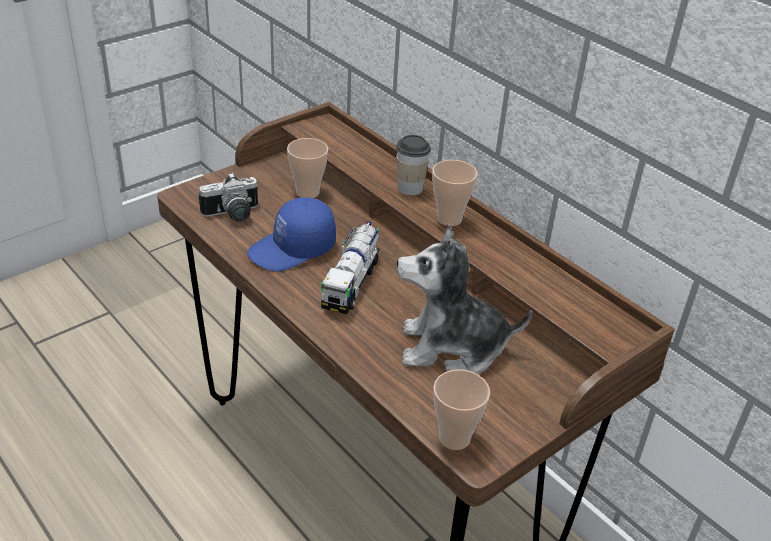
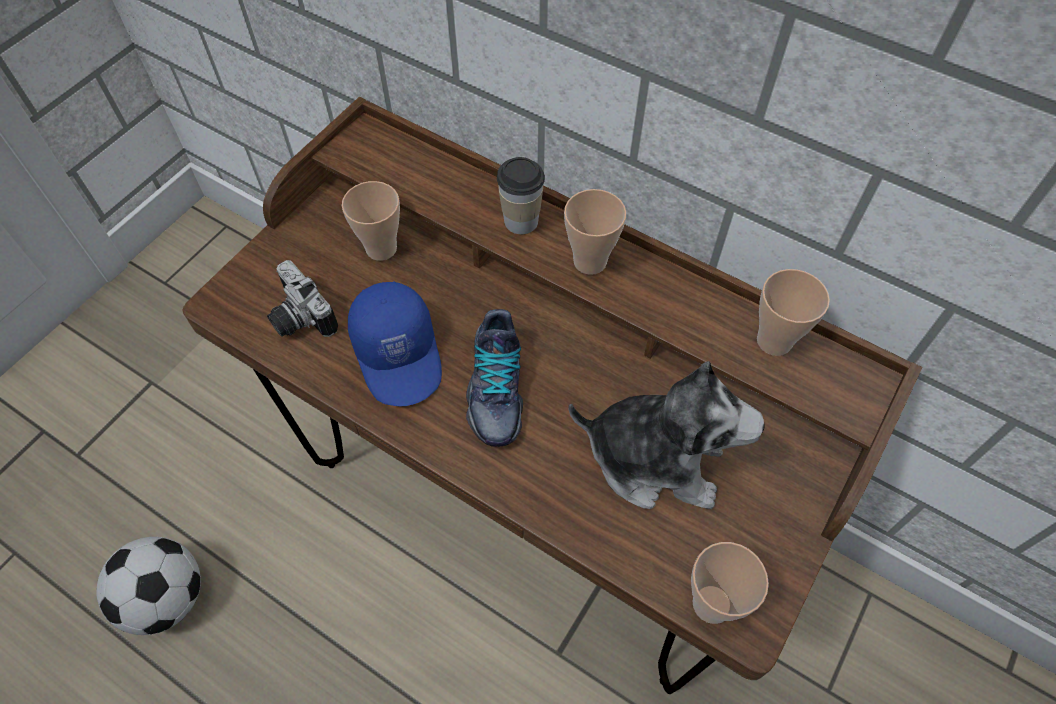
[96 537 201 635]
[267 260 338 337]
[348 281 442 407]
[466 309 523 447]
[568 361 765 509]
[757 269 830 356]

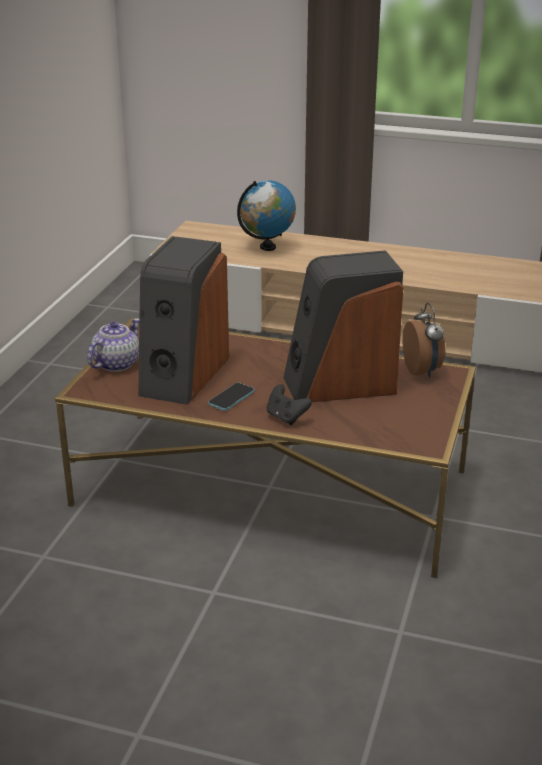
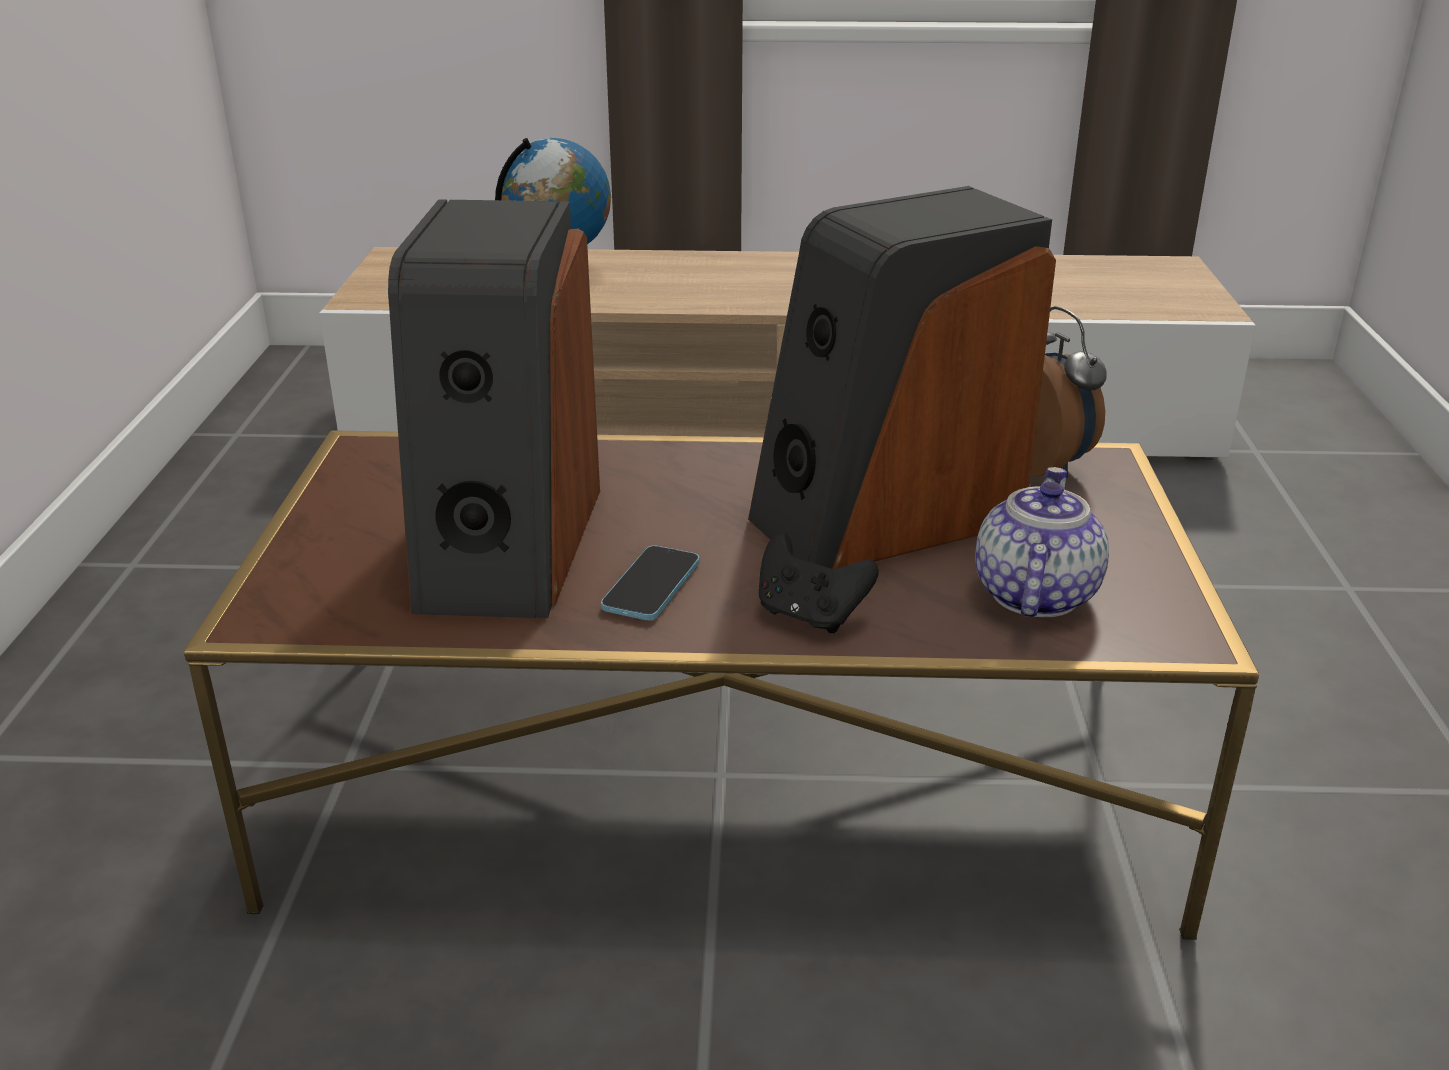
[975 467 1109 617]

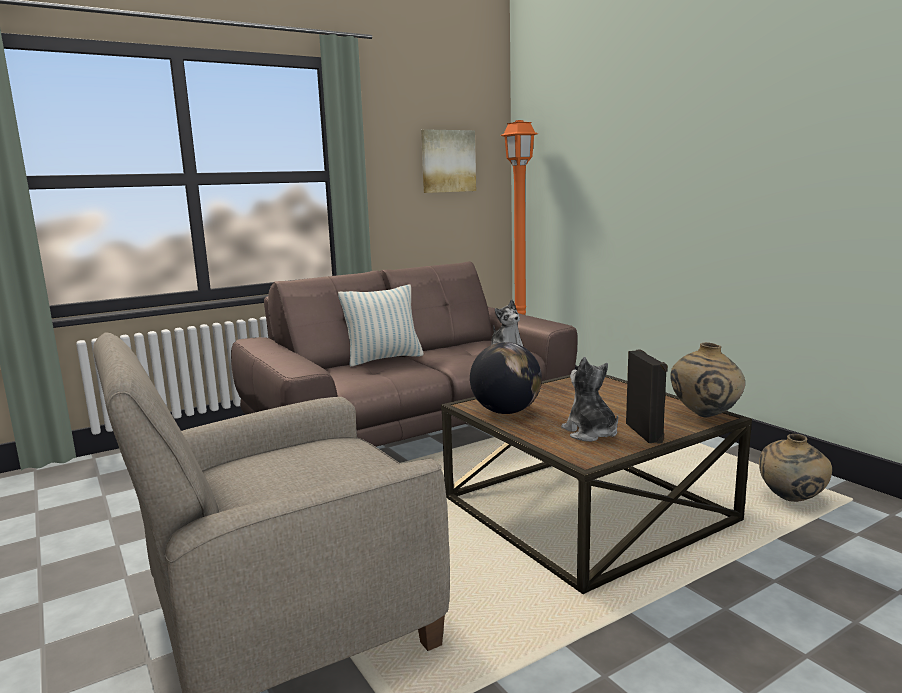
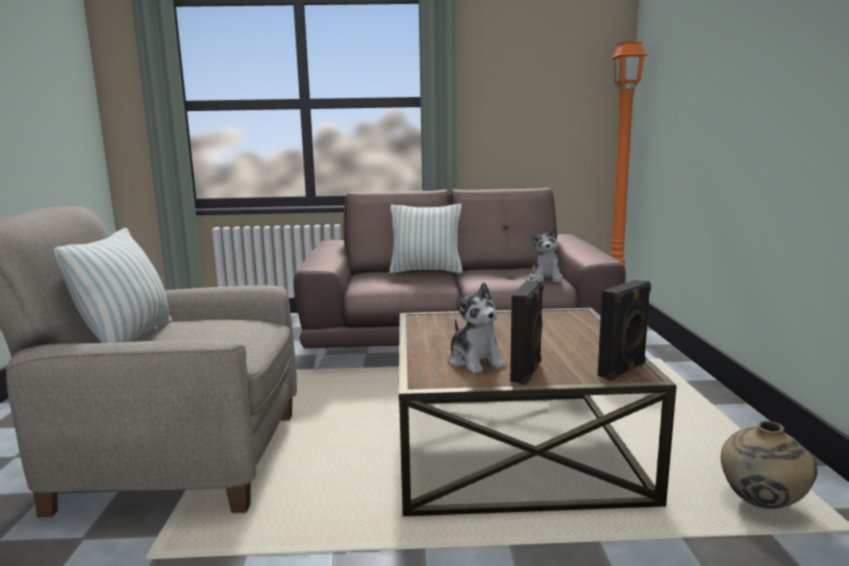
[54 228 172 343]
[449 282 506 374]
[598 280 651 381]
[421 129 476 193] (first image)
[470 342 542 414] (first image)

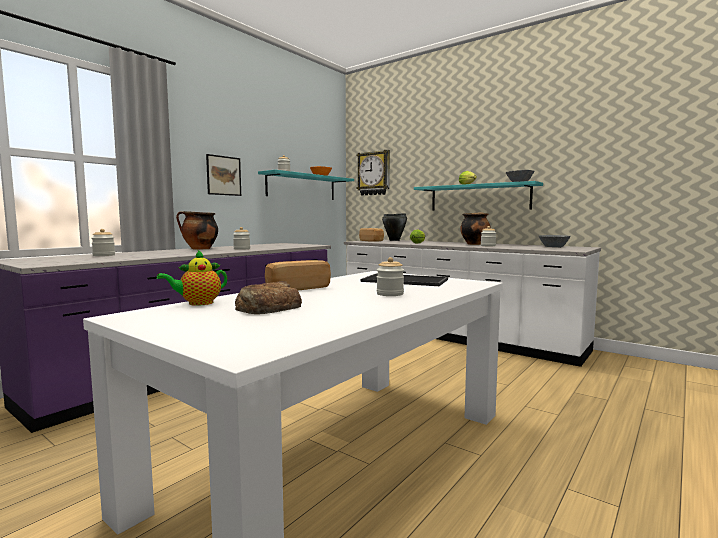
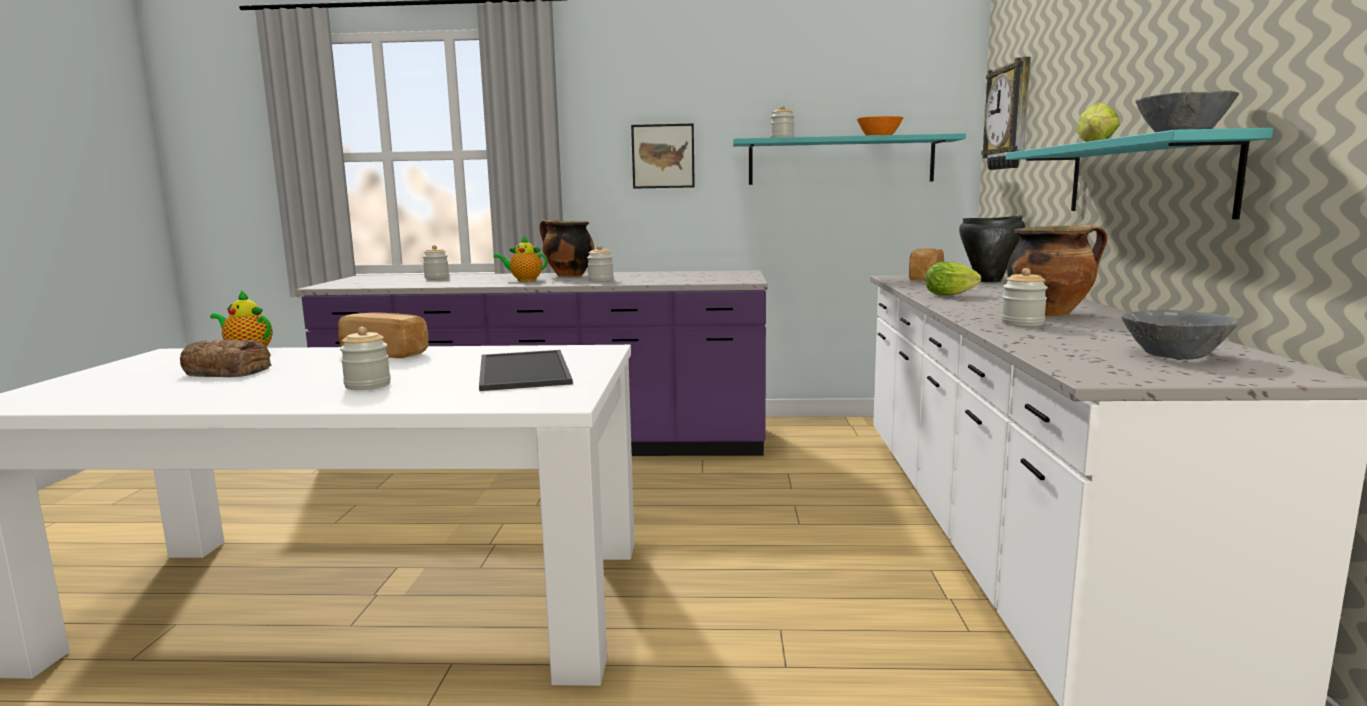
[493 236 548 281]

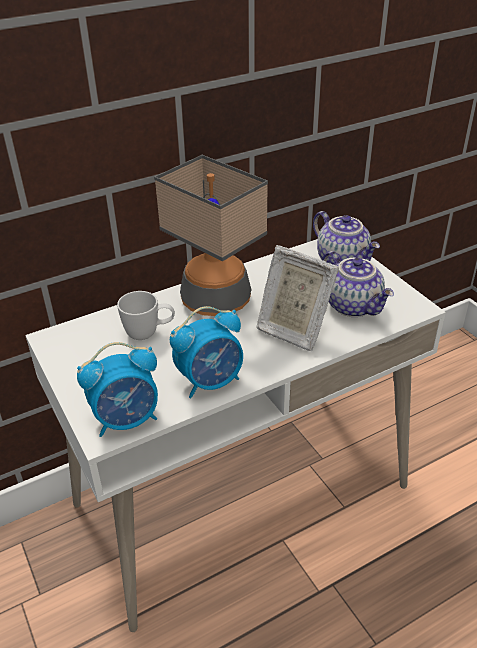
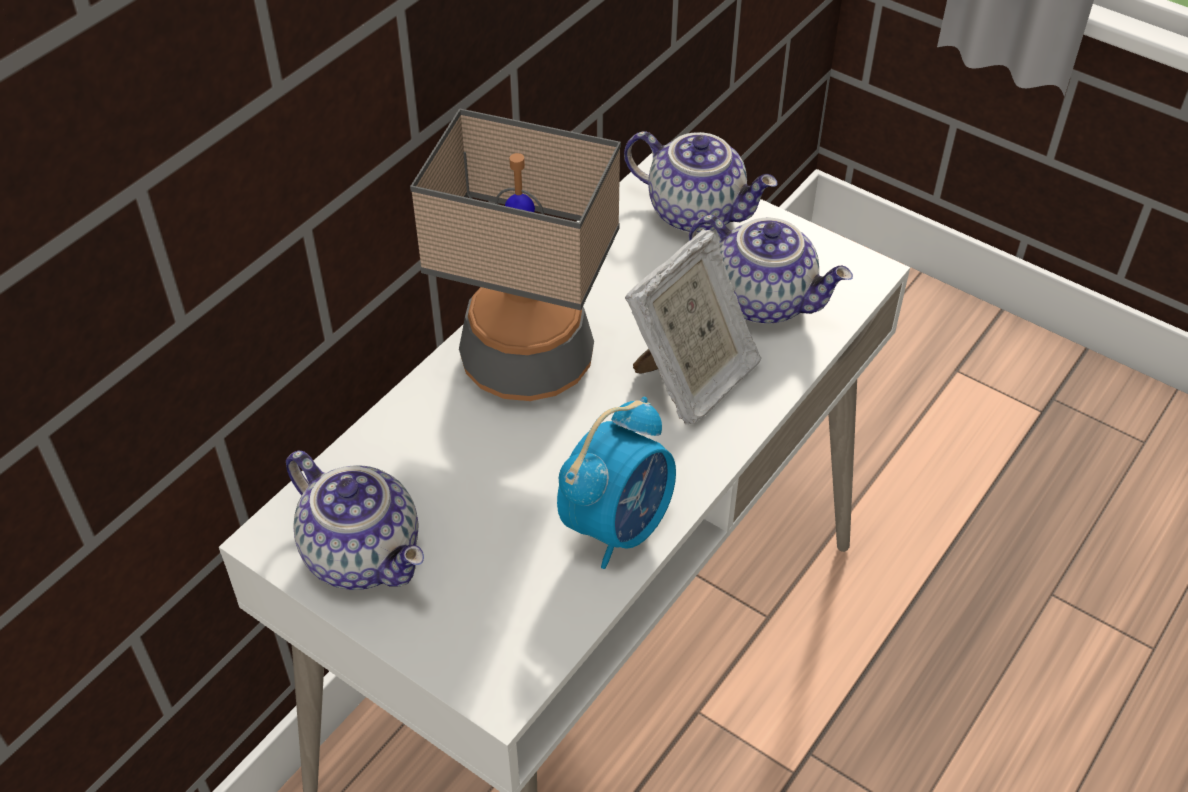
[286 451 424 590]
[625 229 762 424]
[77 342 158 437] (first image)
[117 291 175 340] (first image)

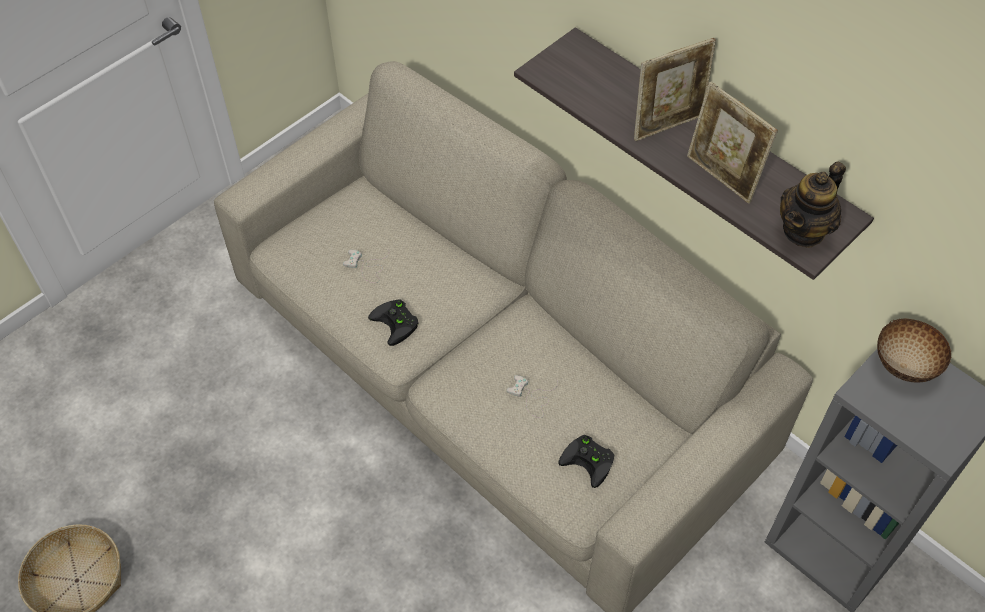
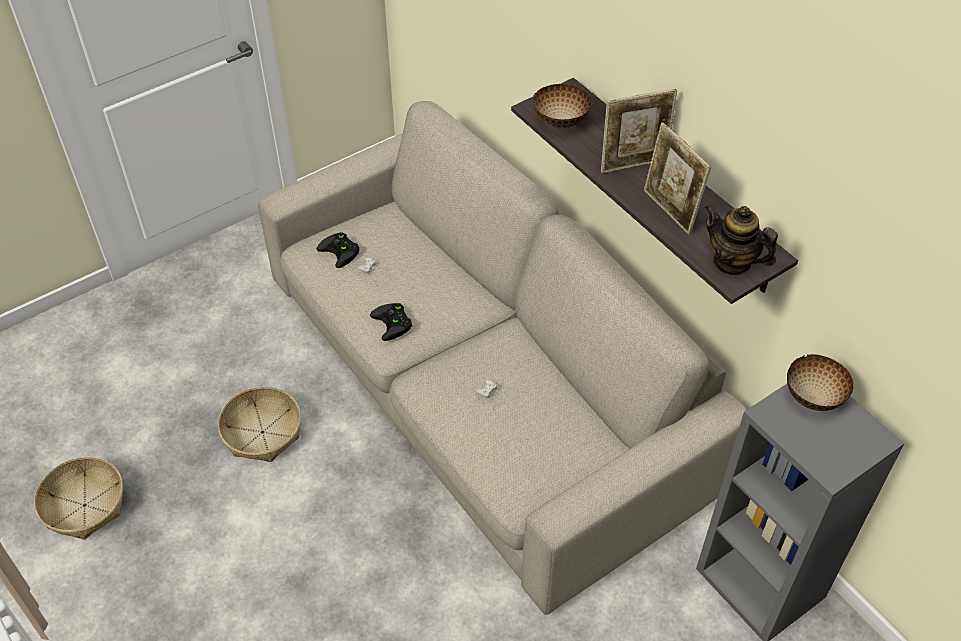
[218 386 301 462]
[317 232 360 268]
[533 84 592 129]
[705 204 778 276]

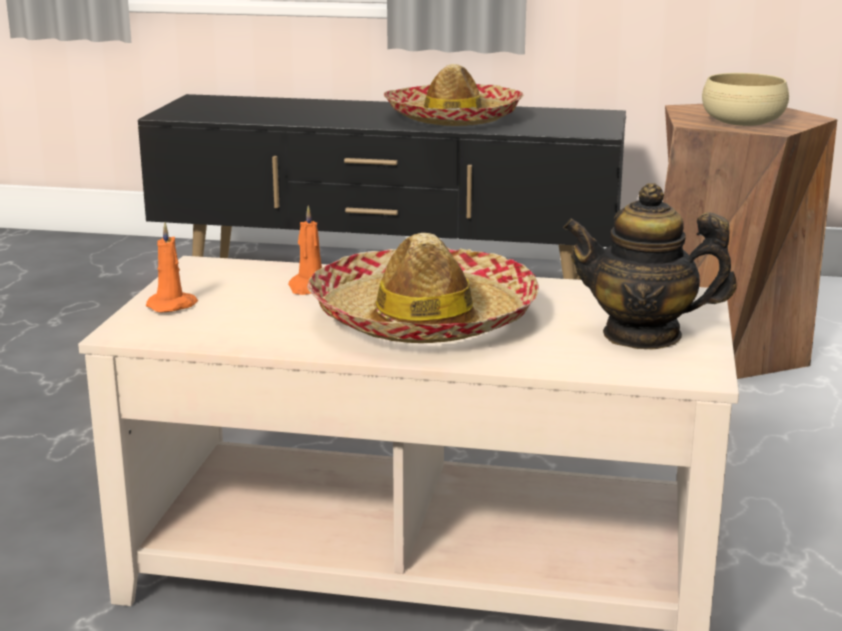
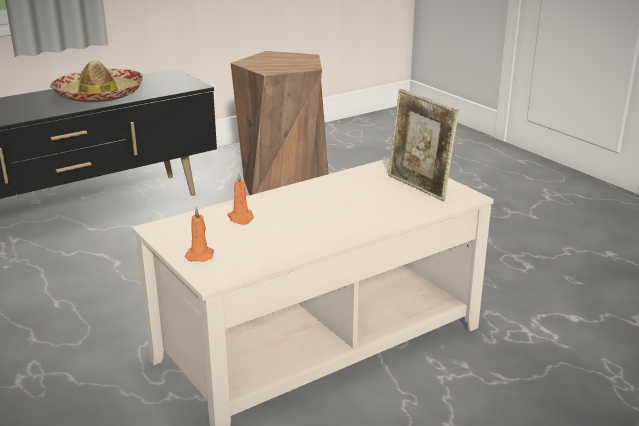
[388 89 459 201]
[307 233 539 343] (first image)
[702 73 789 126] (first image)

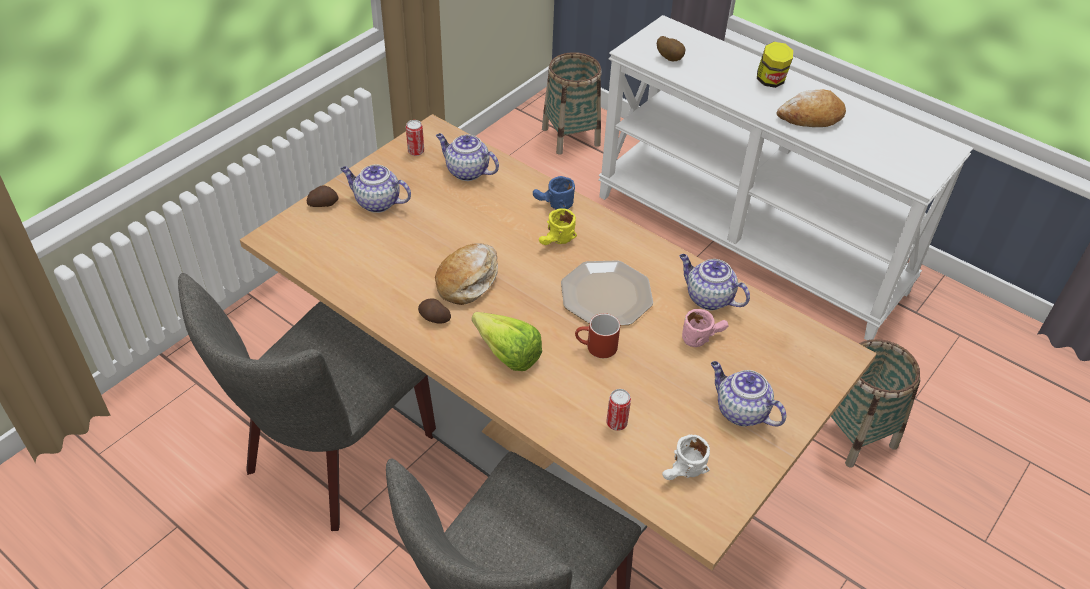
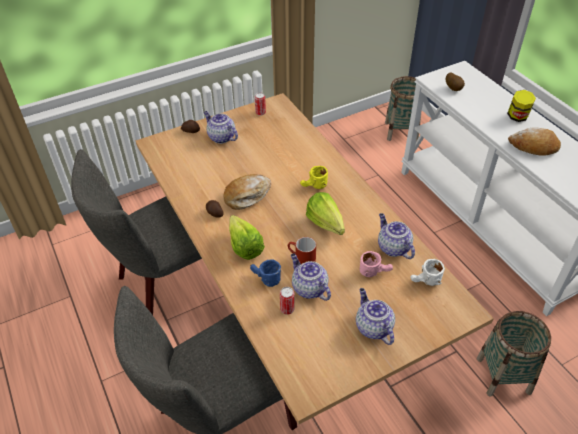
[250 259 281 287]
[291 254 331 301]
[306 192 345 235]
[410 259 445 286]

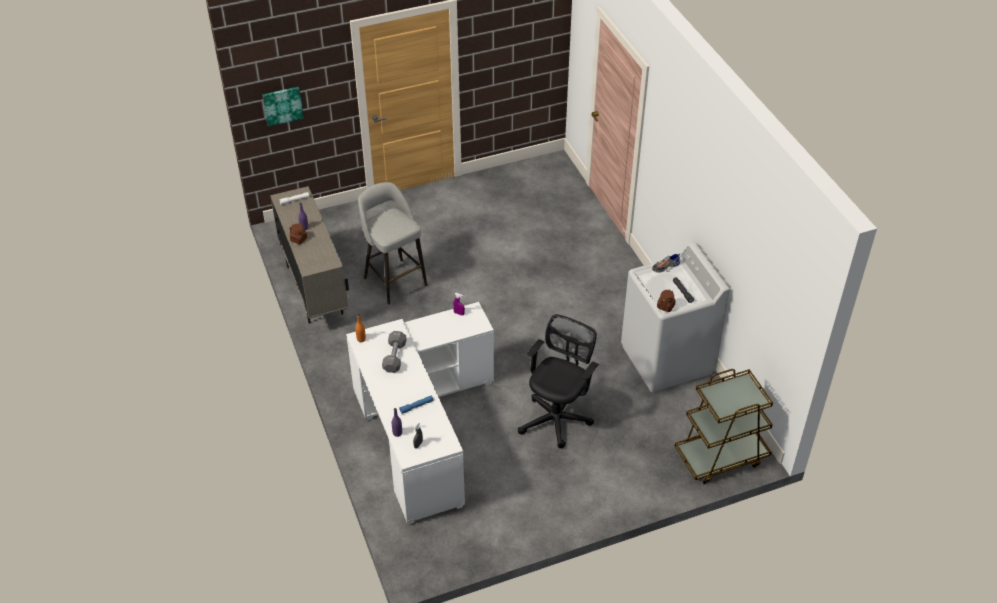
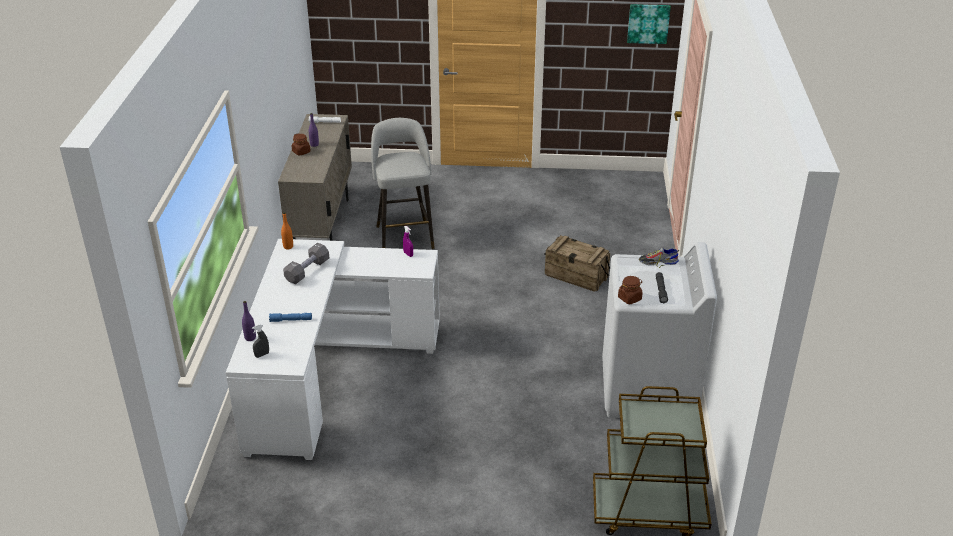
[544 235 610 292]
[627 4 671 44]
[518 314 599 448] (first image)

